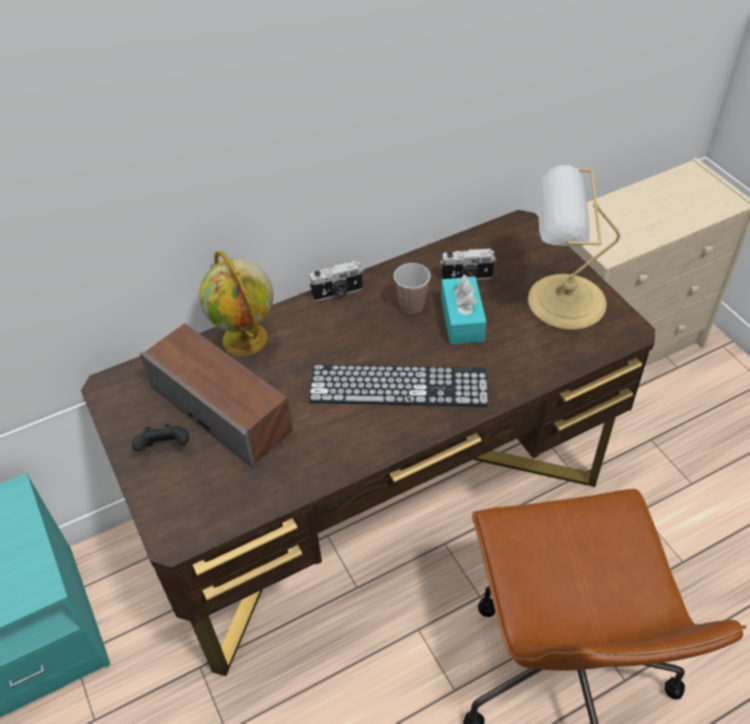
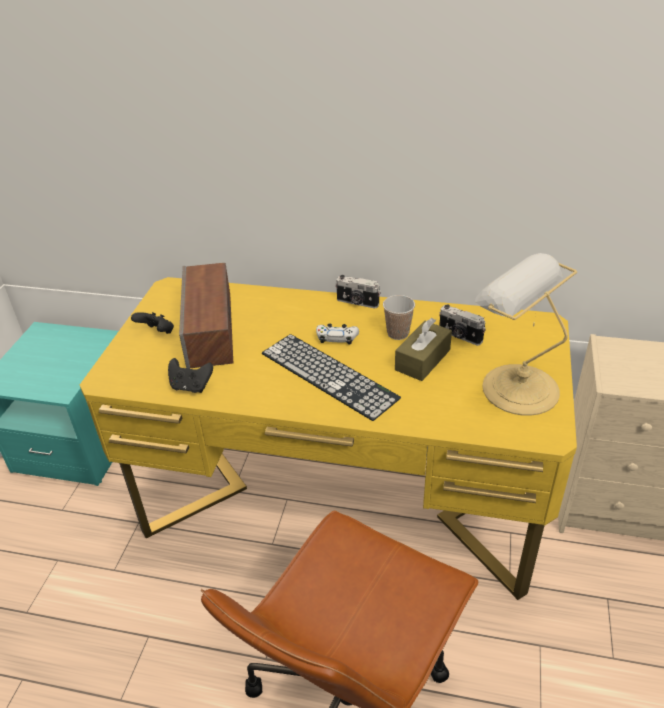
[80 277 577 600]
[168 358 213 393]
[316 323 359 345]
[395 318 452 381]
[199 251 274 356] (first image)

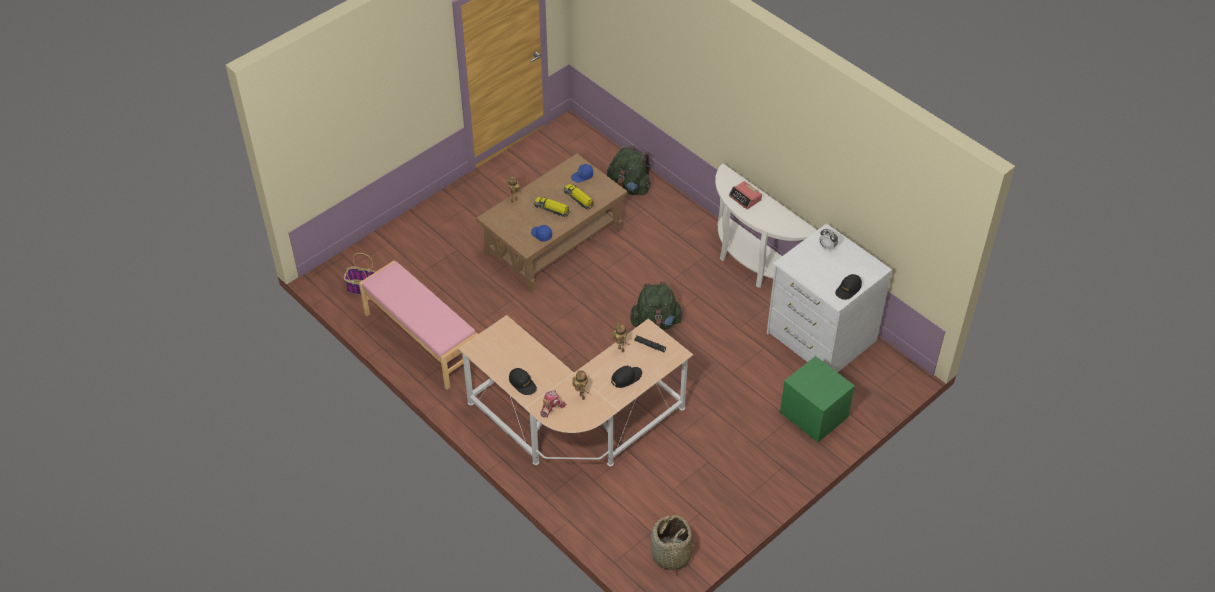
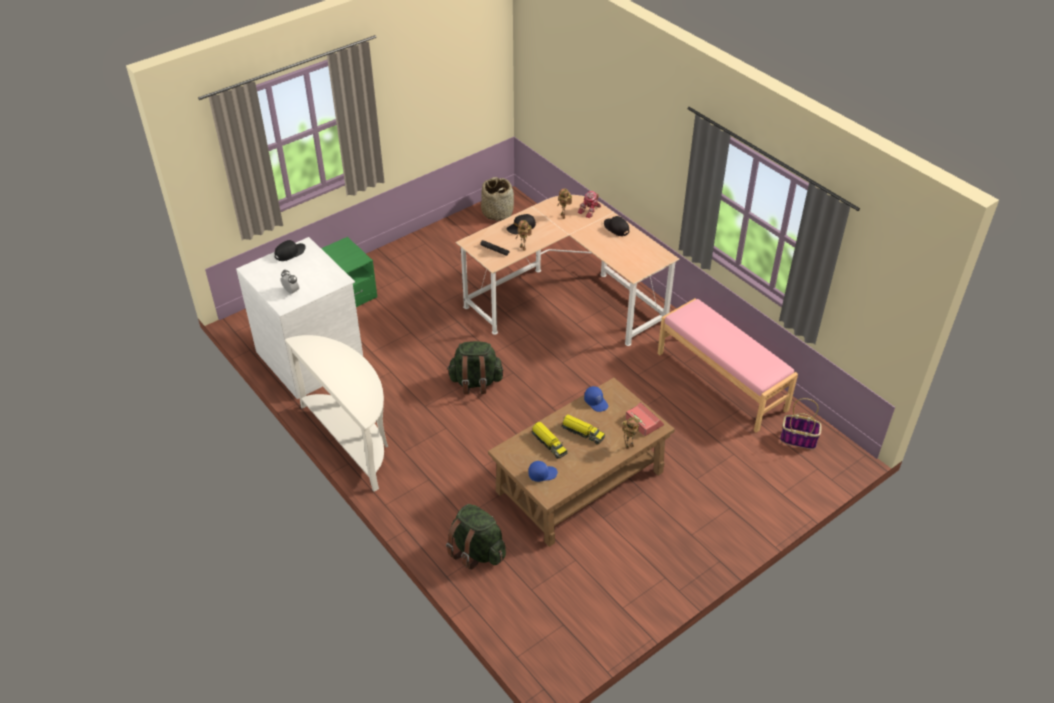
[626 402 664 436]

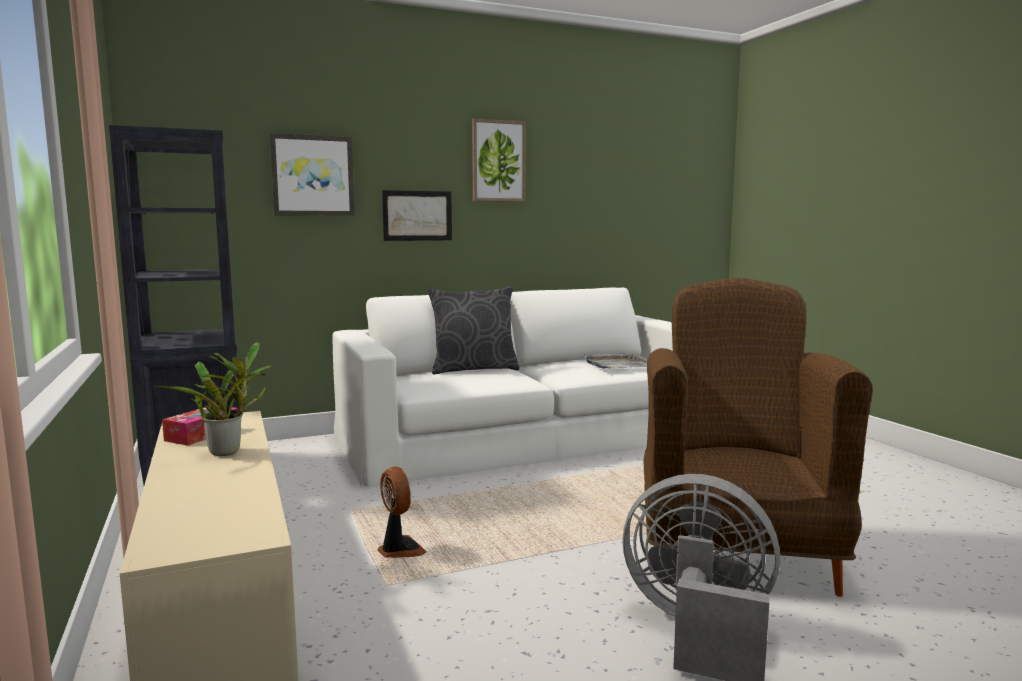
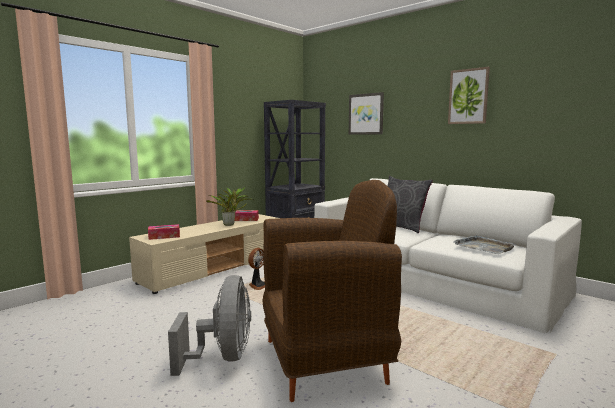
[148 224 180 240]
[382 190 452 241] (first image)

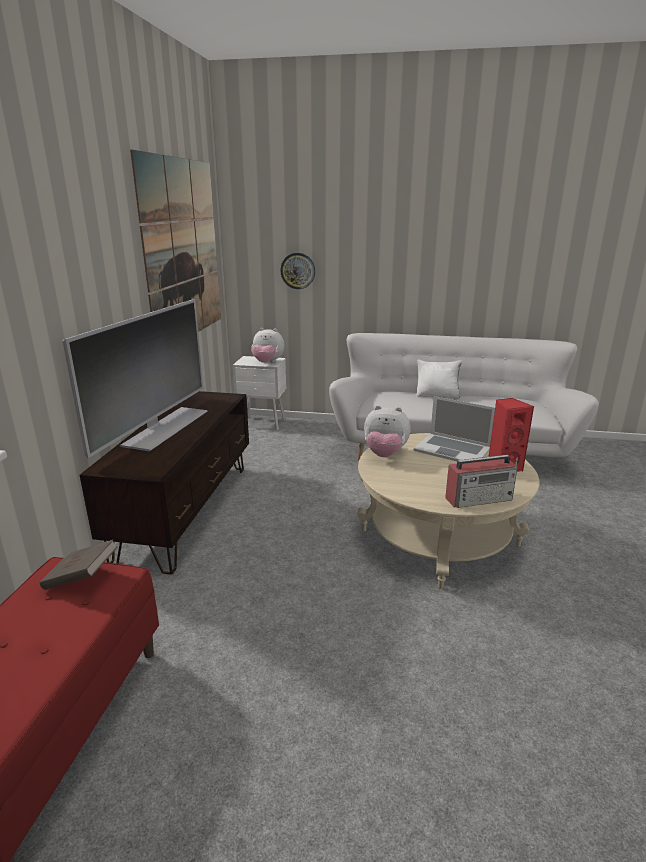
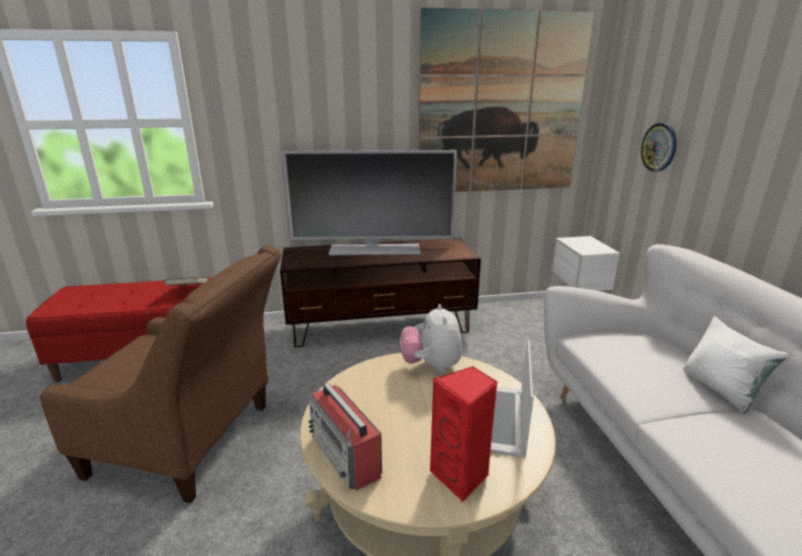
[40 245 281 503]
[251 328 285 363] (first image)

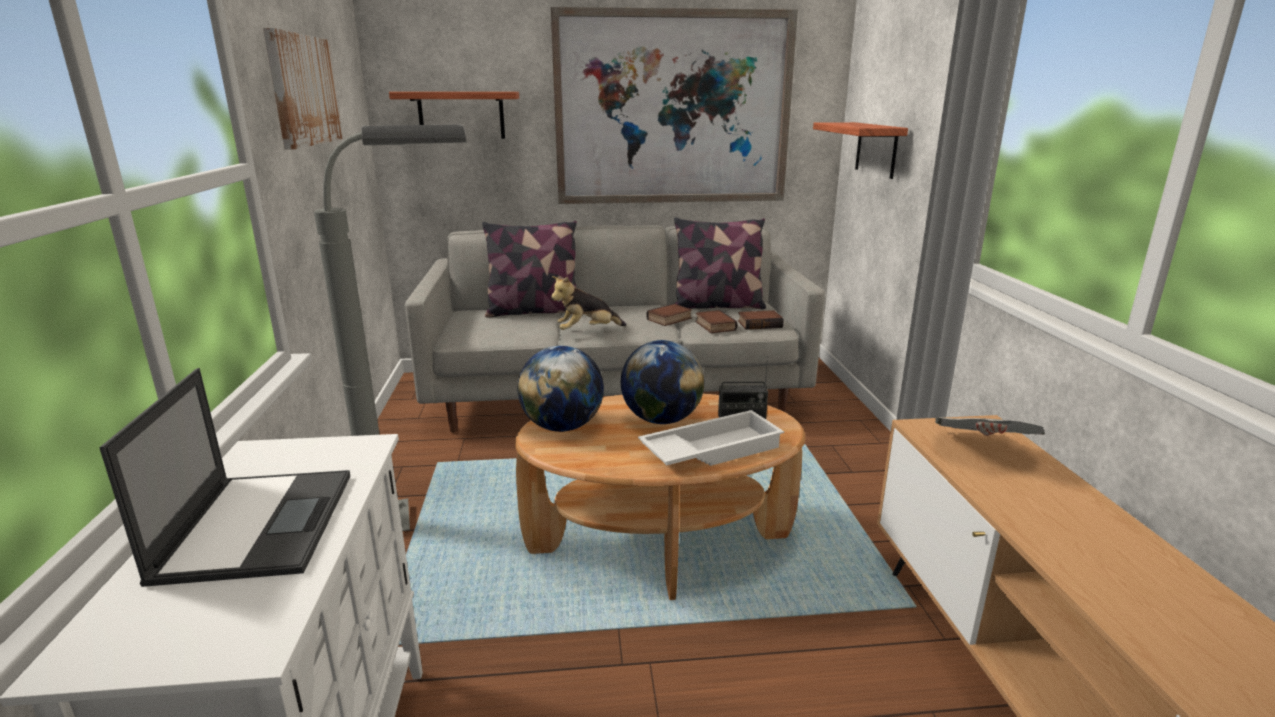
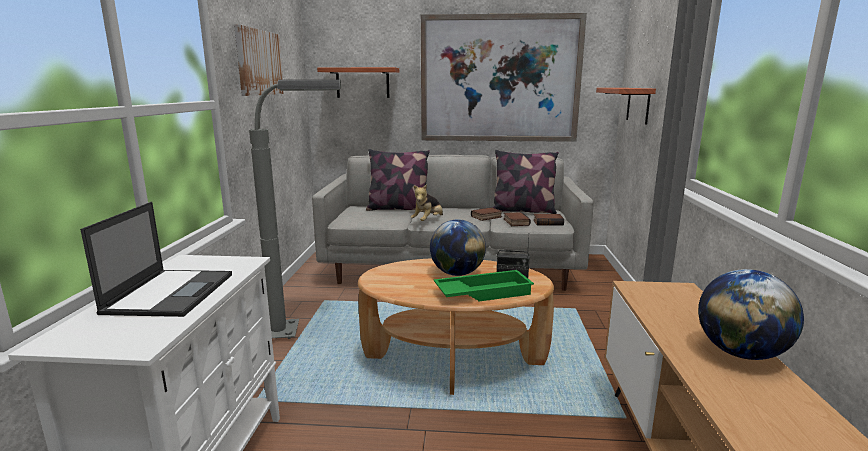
[410 184 443 221]
[433 270 534 301]
[698 269 804 360]
[935 417 1045 436] (first image)

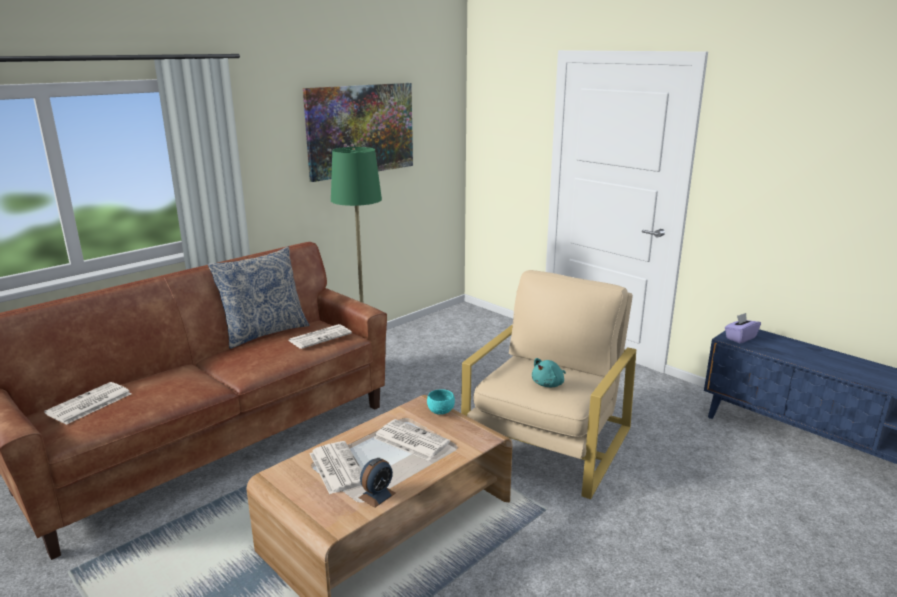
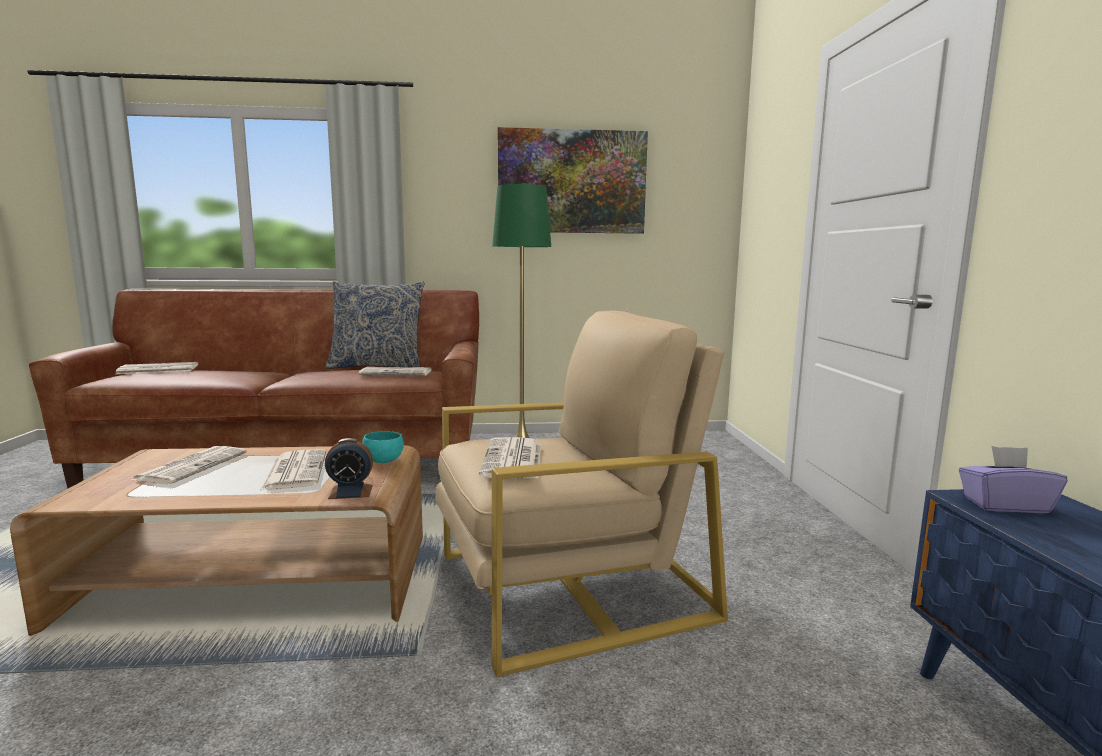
[325 438 373 499]
[479 437 541 479]

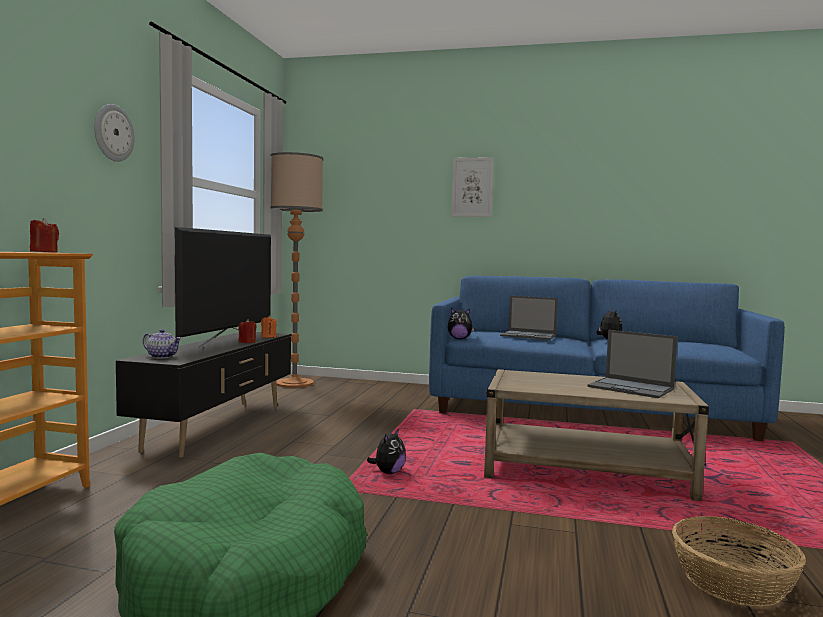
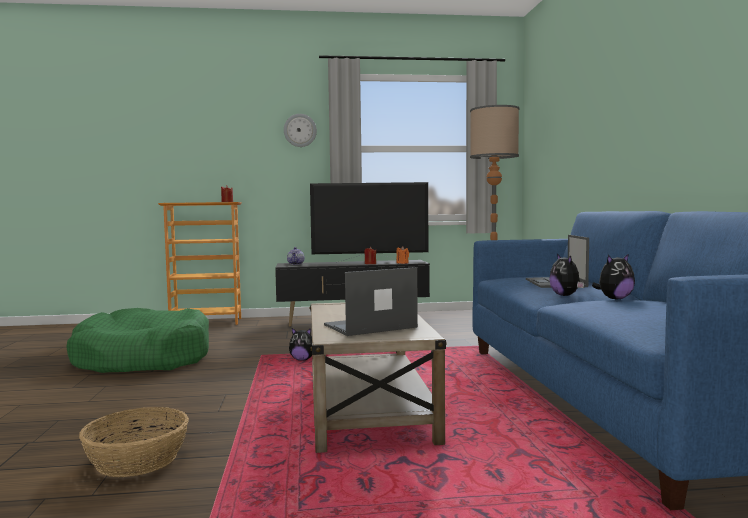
[324 267 418 336]
[549 254 584 296]
[451 157 494 217] (first image)

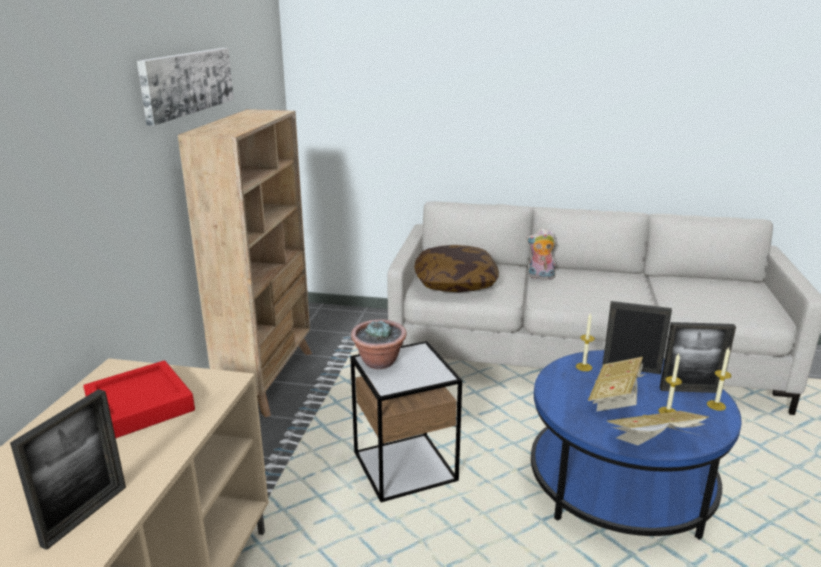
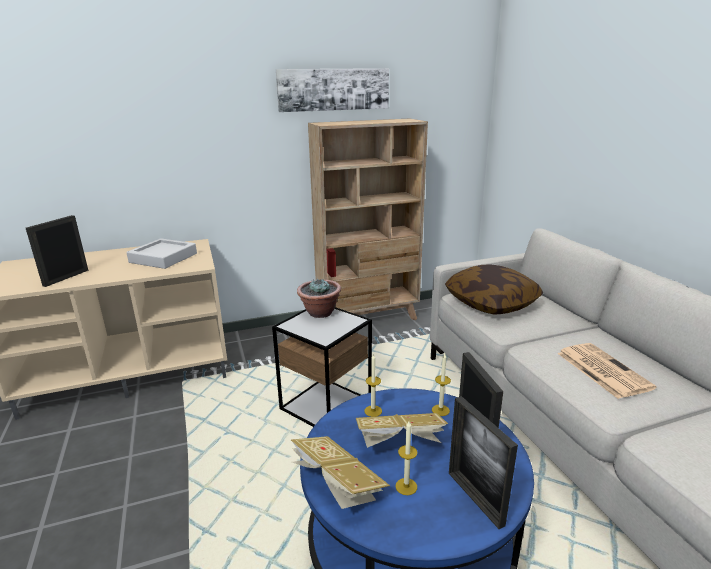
[26 215 88 287]
[127 238 197 269]
[364 353 382 417]
[557 343 657 399]
[526 228 556 280] (first image)

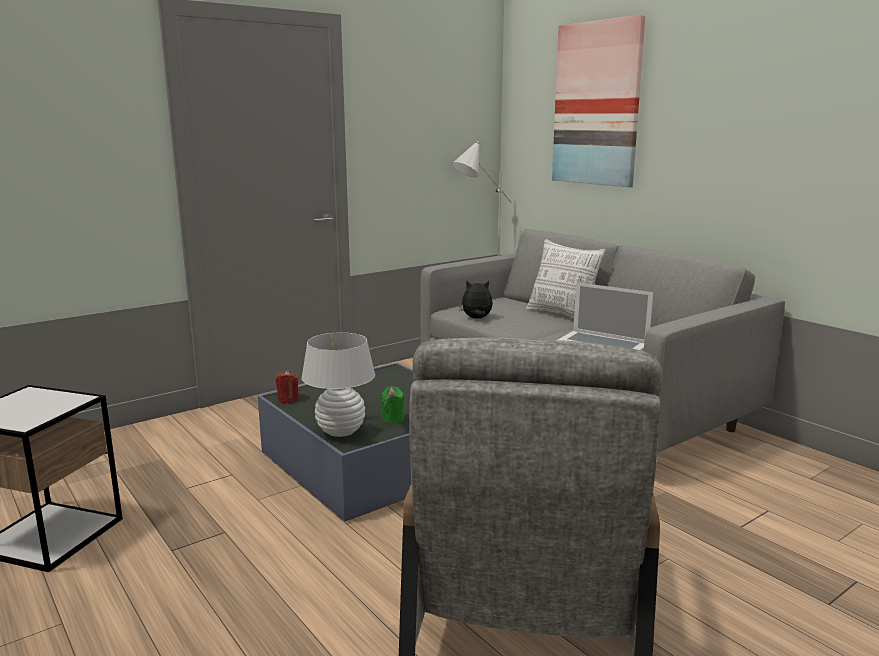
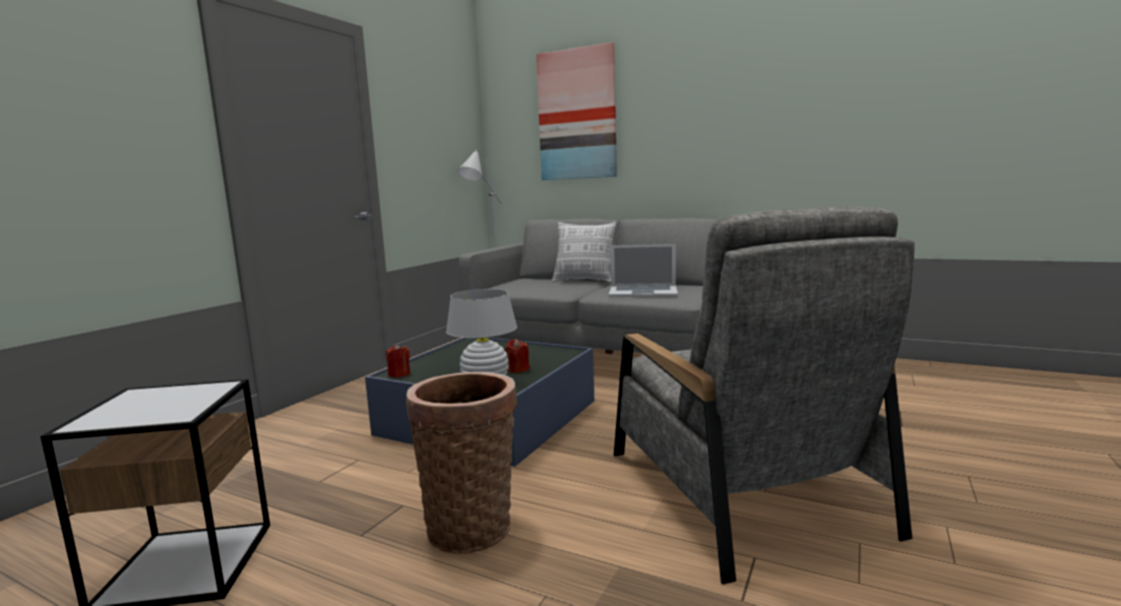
[406 372 517 554]
[505 339 530 373]
[459 280 493 319] (first image)

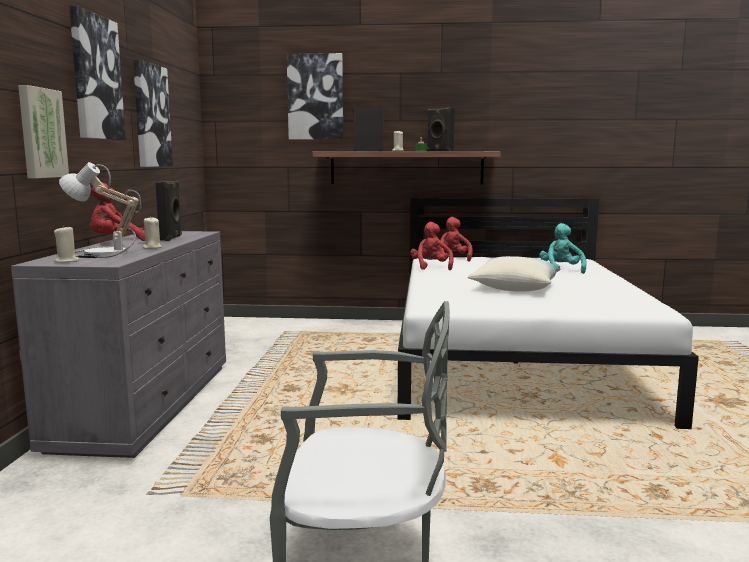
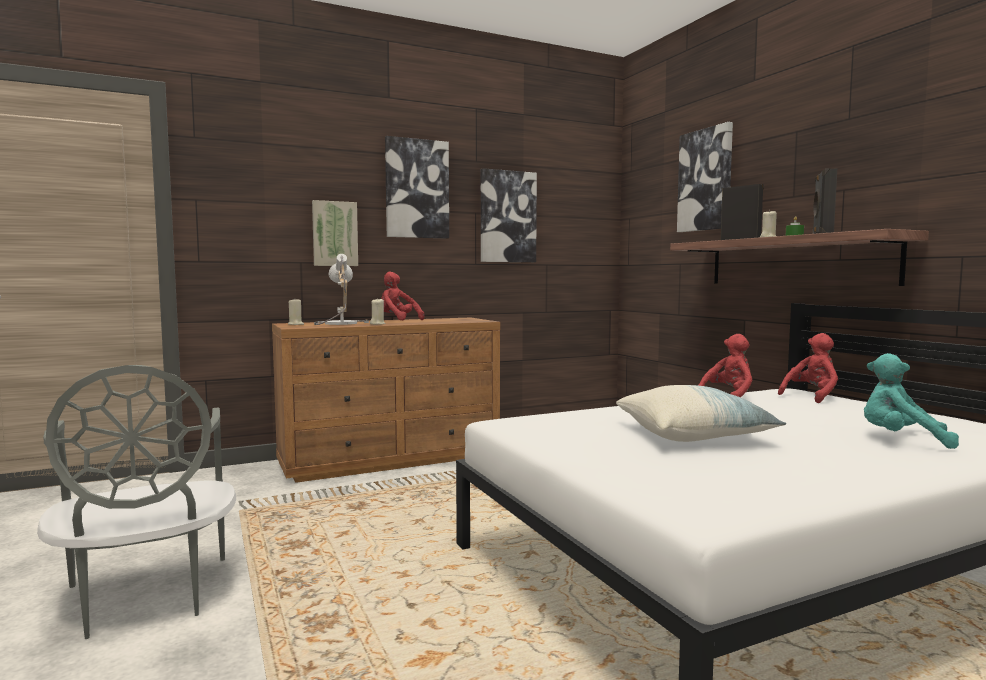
[272 318 500 483]
[864 353 959 449]
[155 180 182 241] (first image)

